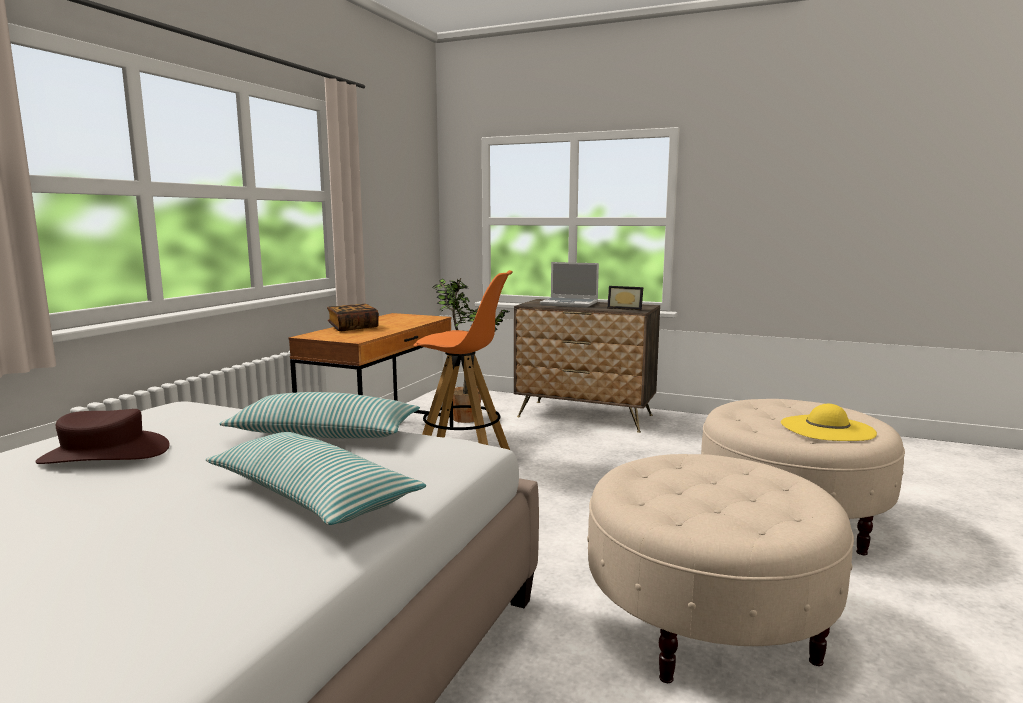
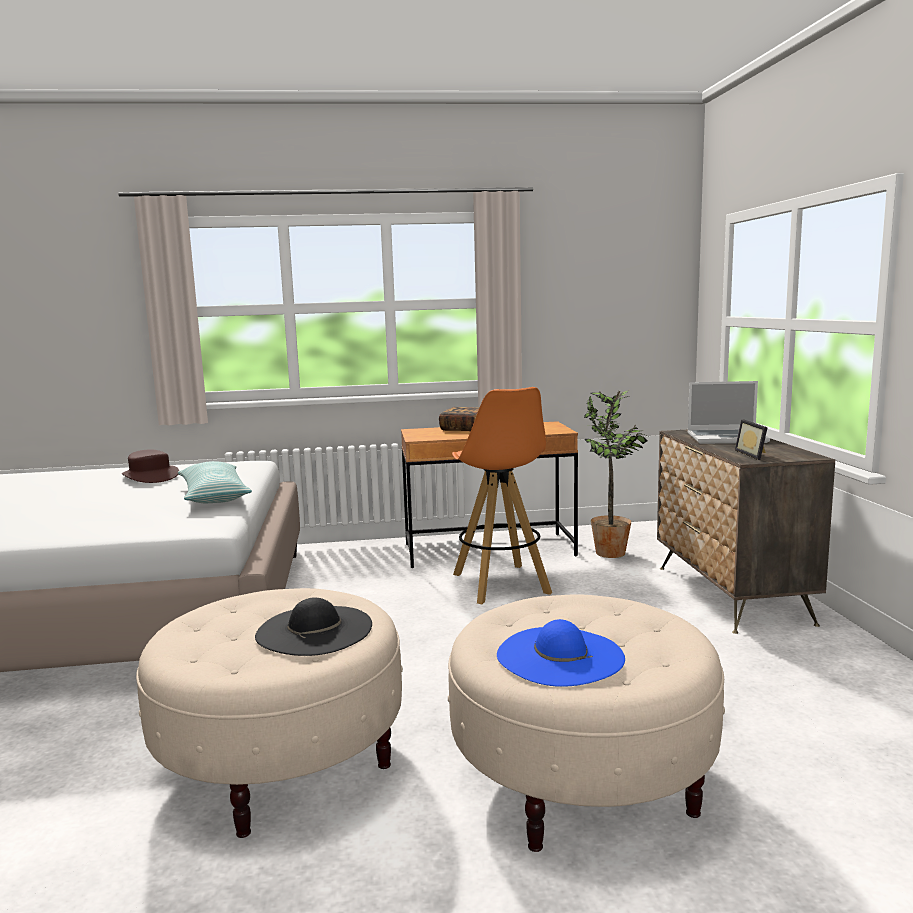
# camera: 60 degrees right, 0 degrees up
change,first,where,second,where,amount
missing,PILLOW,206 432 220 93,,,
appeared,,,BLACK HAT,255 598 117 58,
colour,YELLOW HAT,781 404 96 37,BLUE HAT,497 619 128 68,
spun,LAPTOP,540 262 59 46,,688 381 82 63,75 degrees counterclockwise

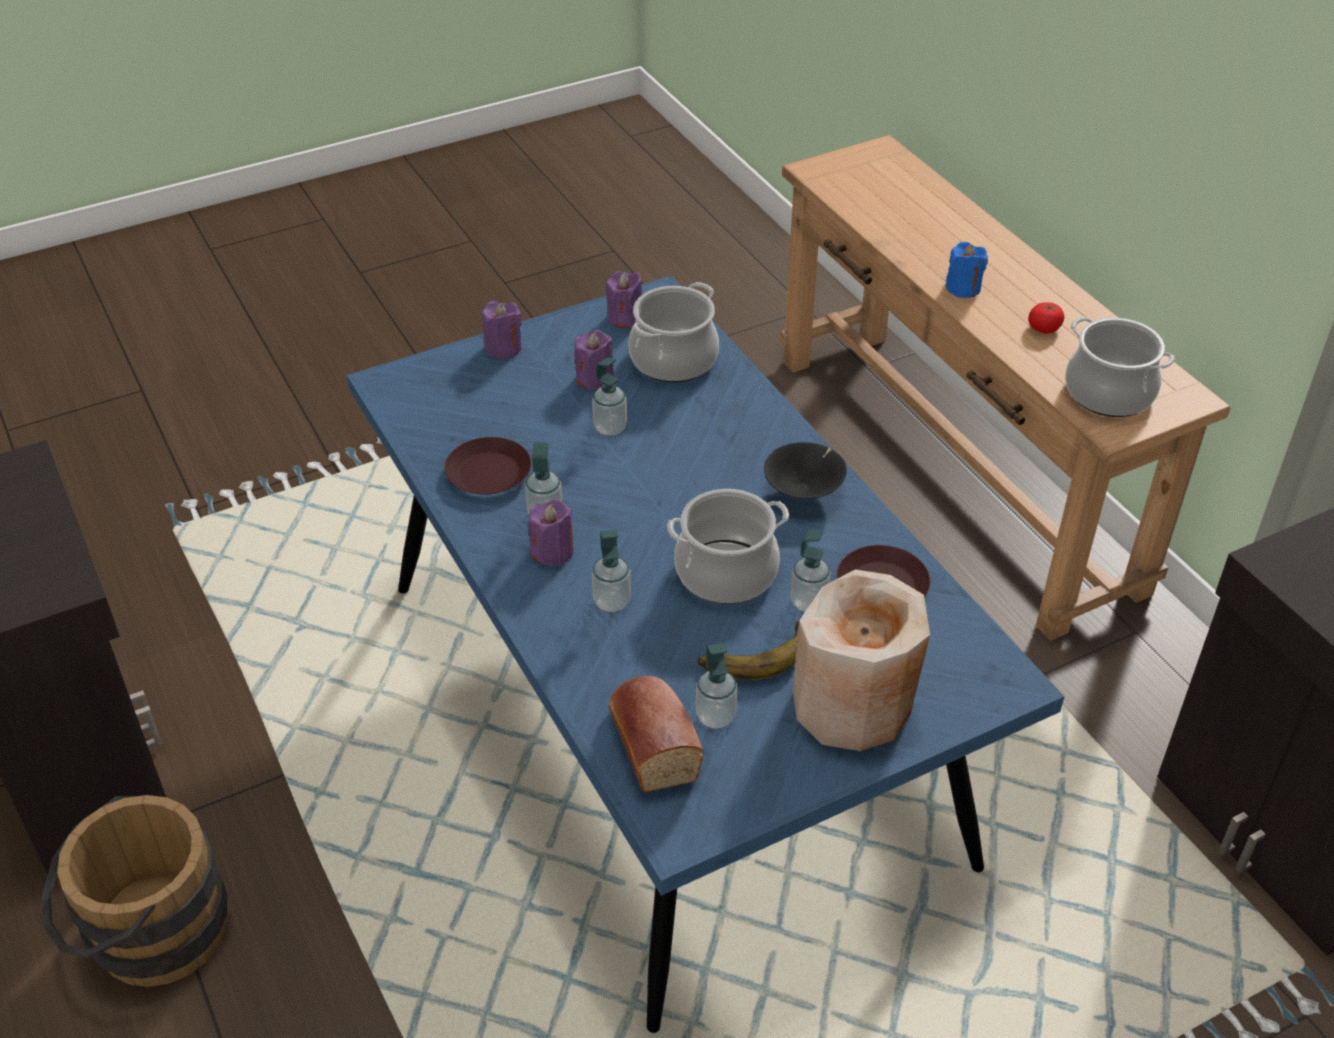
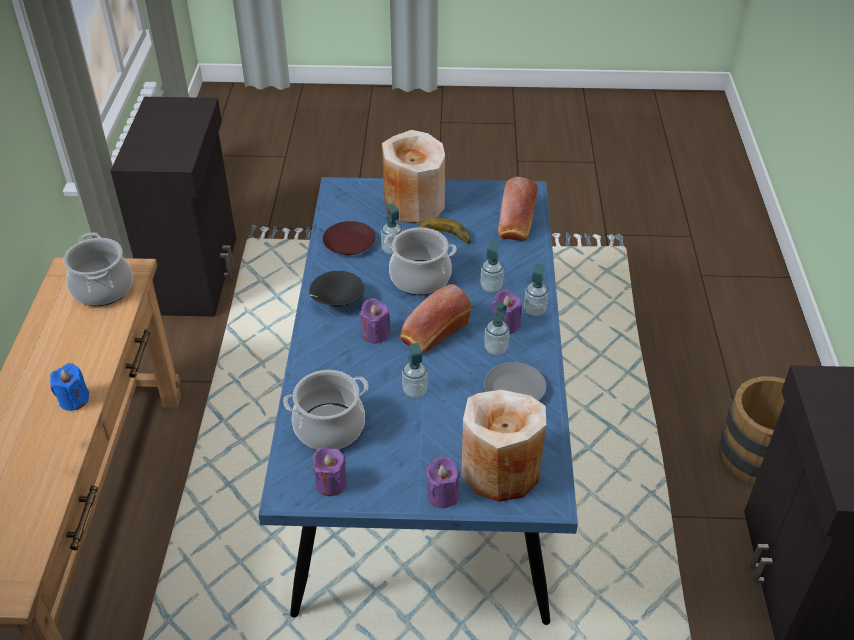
# camera: 150 degrees left, 0 degrees up
change,first,where,second,where,amount
missing,TOMATO,1028 302 36 32,,,
appeared,,,BREAD,400 284 72 70,
appeared,,,BEIGE VASE,461 390 85 112,
relocated,PURPLE CANDLE,574 330 40 60,,359 298 32 46,
relocated,SOAP DISPENSER,696 643 41 85,,524 263 25 53,
colour,BROWN PLATE,445 437 86 58,GREY PLATE,484 362 62 39,

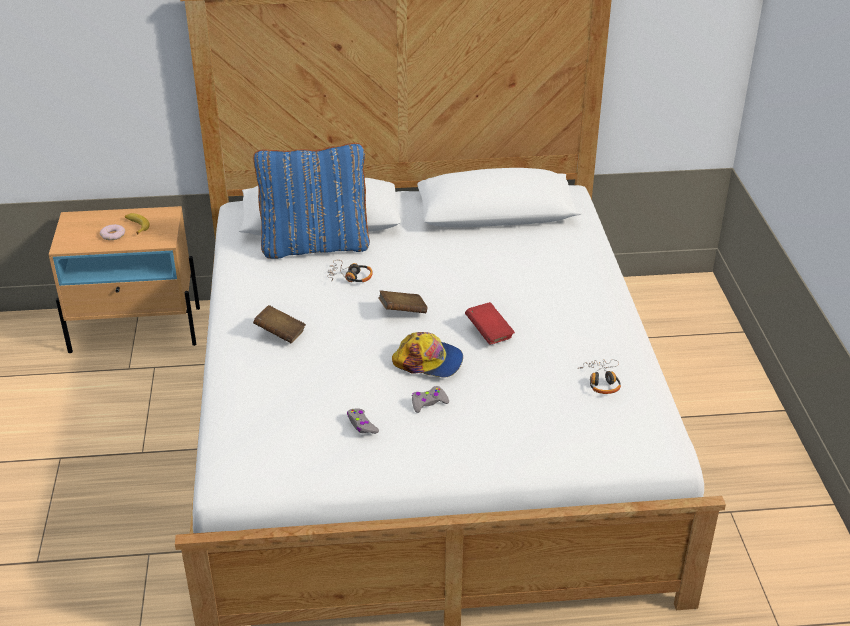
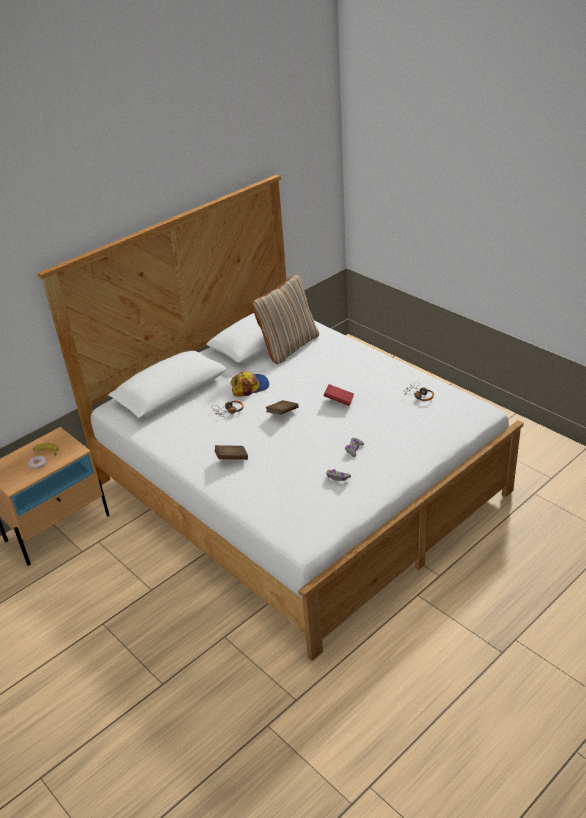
# camera: 35 degrees left, 0 degrees up
change,first,where,second,where,amount
missing,BLUE PILLOW,253 143 117 116,,,
appeared,,,BEIGE PILLOW,252 275 67 89,
relocated,CAP,392 332 71 45,,230 371 39 26,

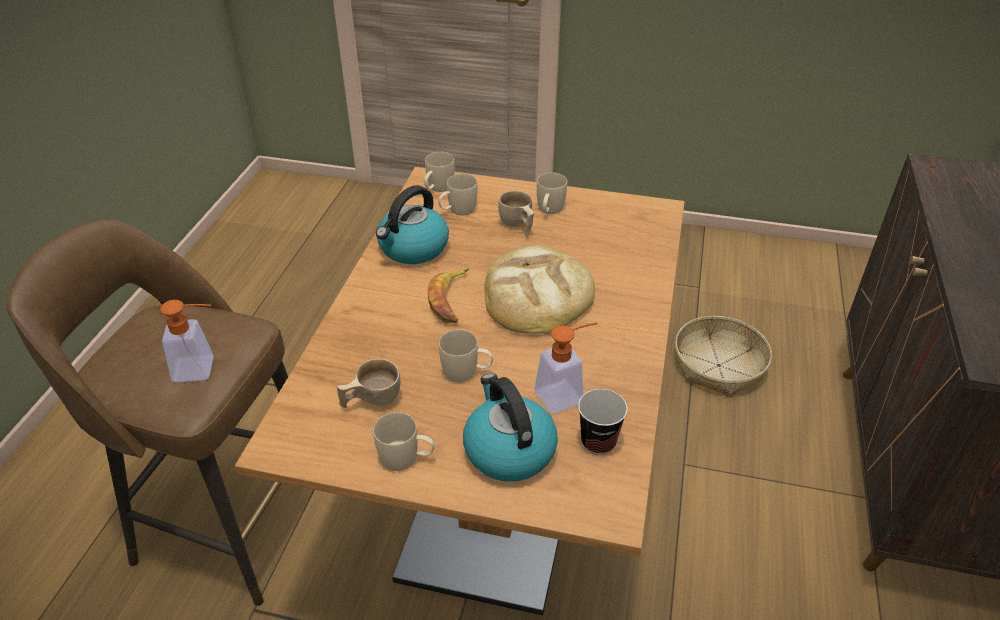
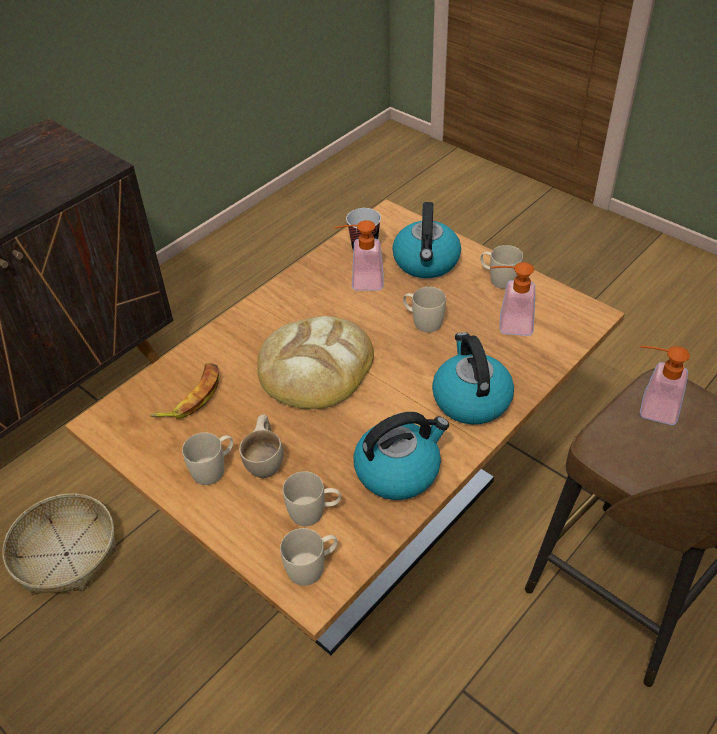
# camera: 150 degrees left, 5 degrees up
change,first,where,second,where,amount
appeared,,,KETTLE,432 332 82 93,
relocated,BANANA,428 268 41 55,,150 363 69 55,
exchanged,BEIGE CUP,337 359 63 49,SOAP DISPENSER,490 262 45 74,

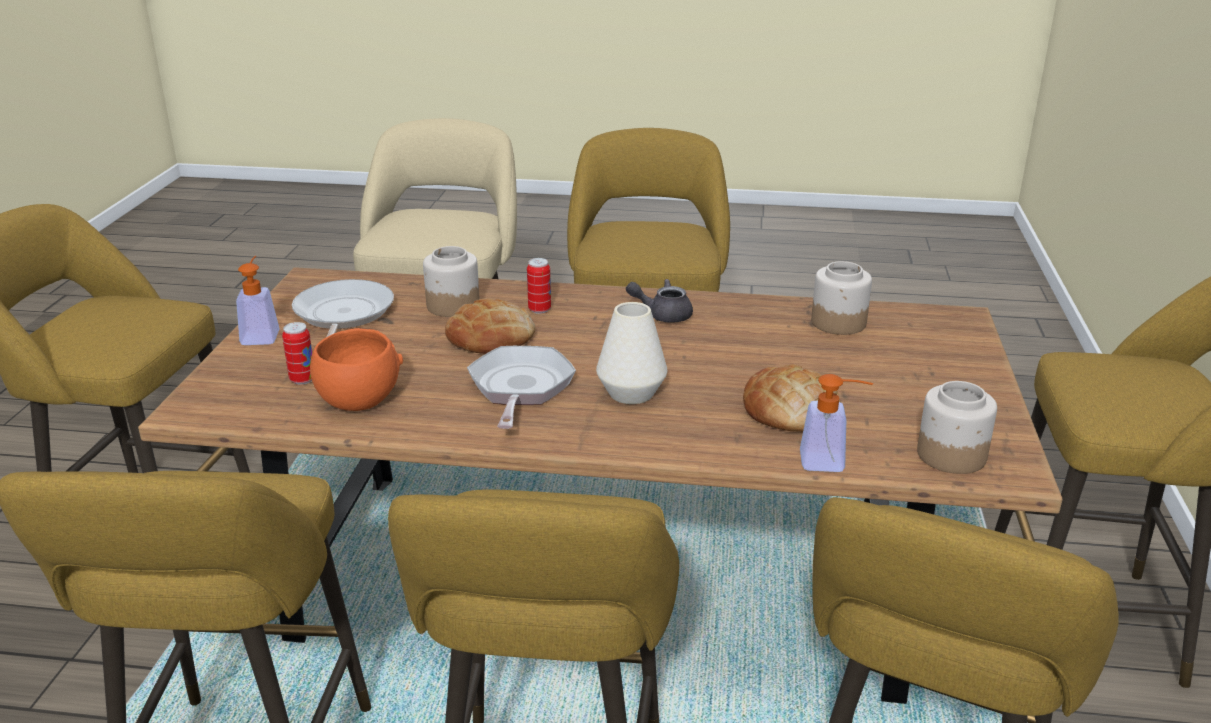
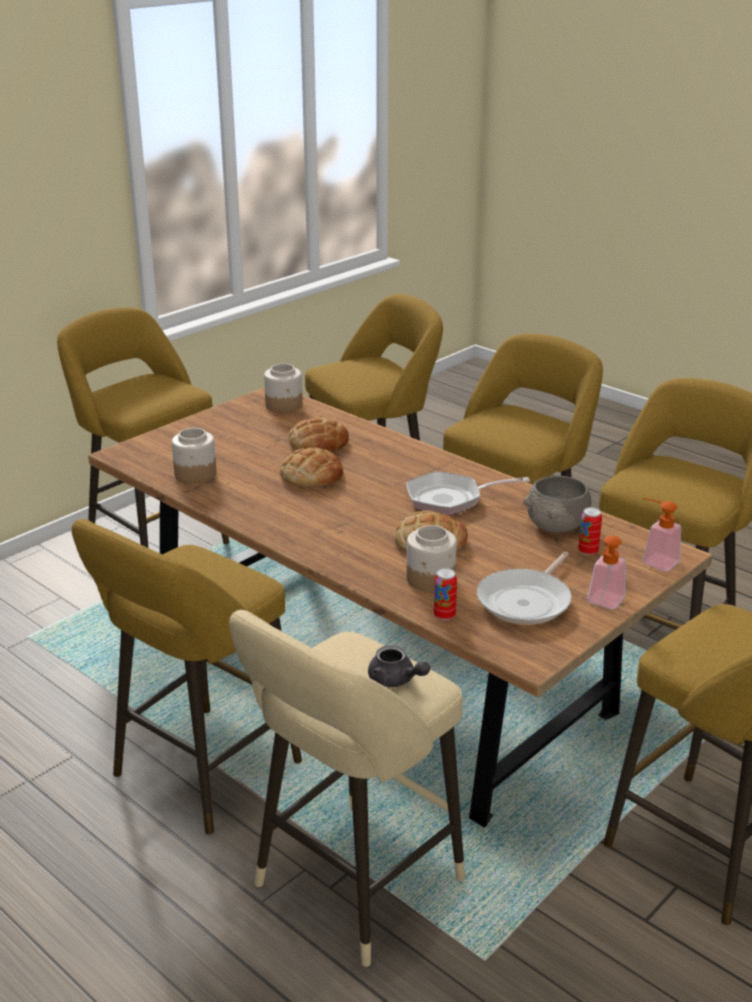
# camera: 145 degrees left, 0 degrees up
change,first,where,second,where,amount
missing,WHITE VASE,596 302 71 102,,,
appeared,,,BREAD,280 447 63 40,
relocated,CAN,527 258 24 56,,434 568 23 52,
relocated,GREY TEAPOT,626 279 67 44,,368 645 62 42,
relocated,SOAP DISPENSER,800 374 73 98,,643 498 38 73,
colour,ORANGE BOWL,310 328 93 83,GREY BOWL,523 476 69 57,
spun,FRYING PAN,467 346 109 83,,407 471 123 45,45 degrees clockwise

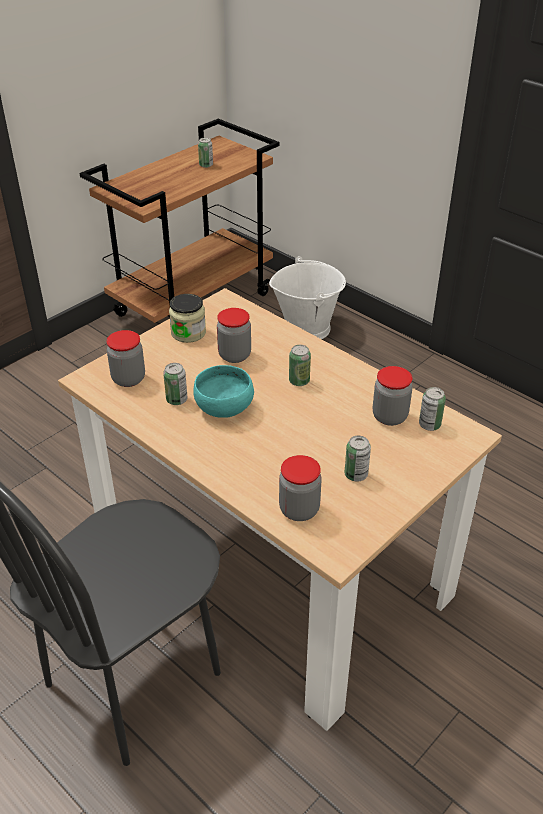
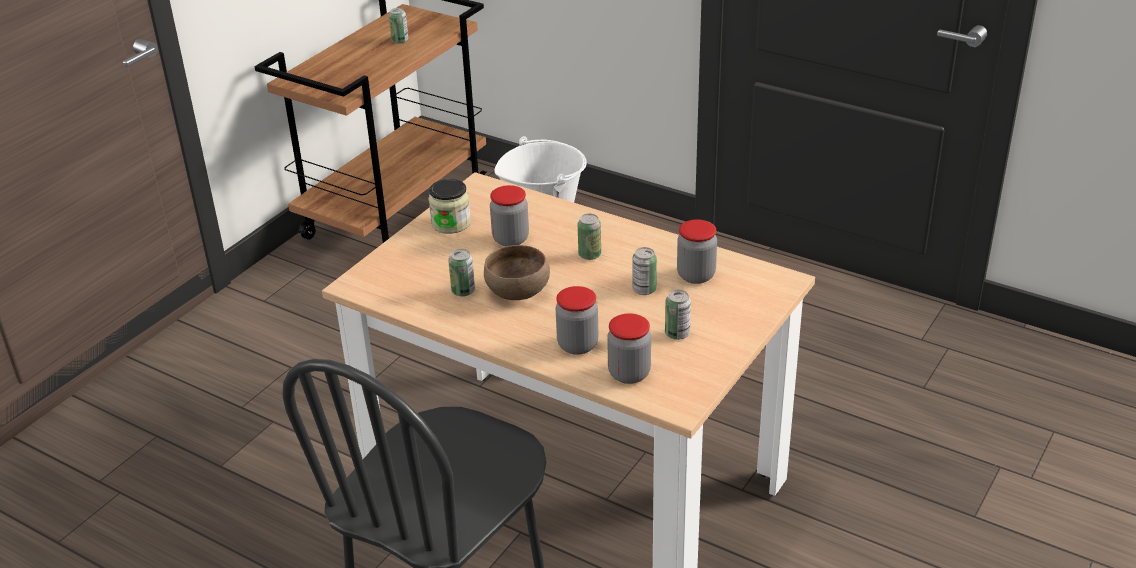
# camera: 10 degrees left, 5 degrees down
change,first,where,second,where,amount
relocated,JAR,107 330 38 57,,556 286 43 69,
relocated,CAN,419 387 27 44,,632 247 25 48,
colour,TURQUOISE BOWL,193 365 61 53,BROWN BOWL,484 245 66 55,

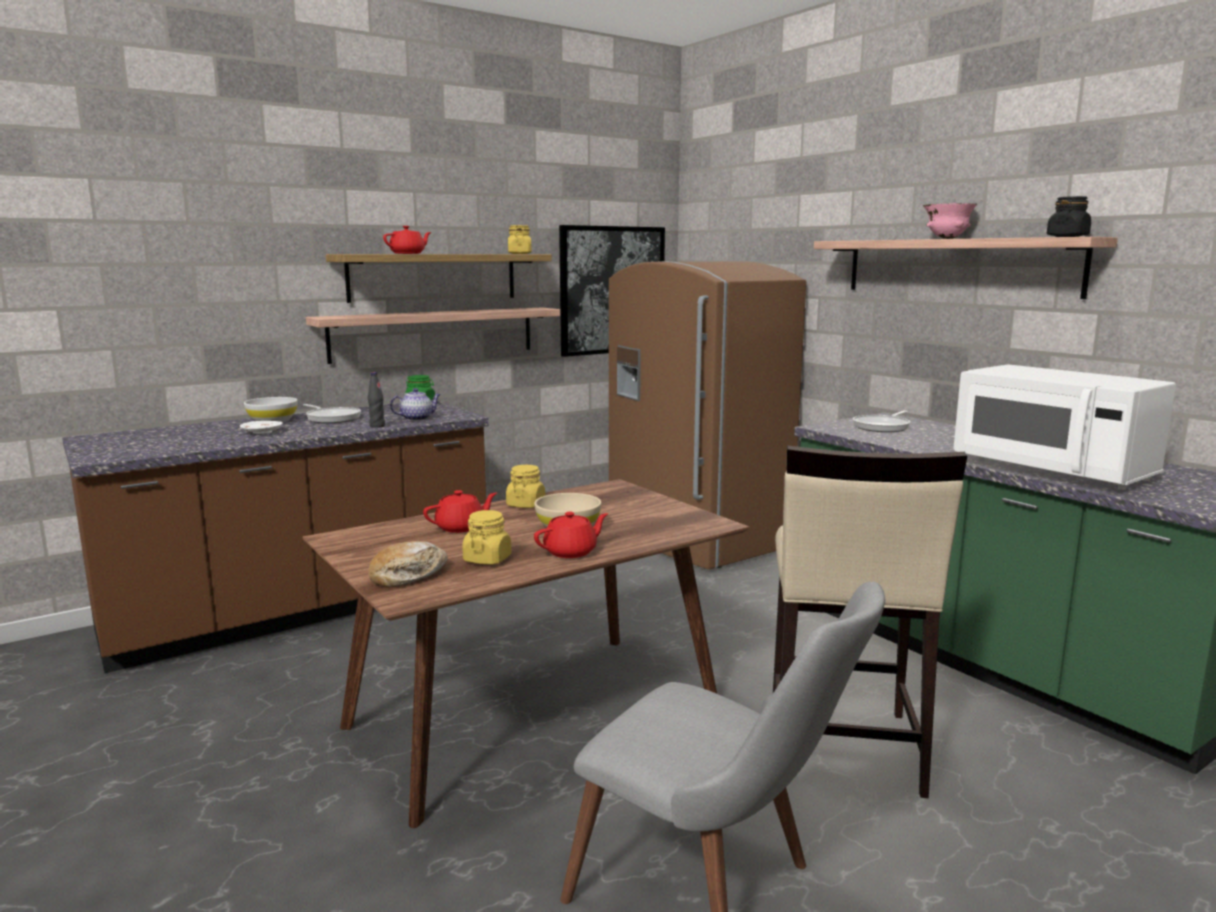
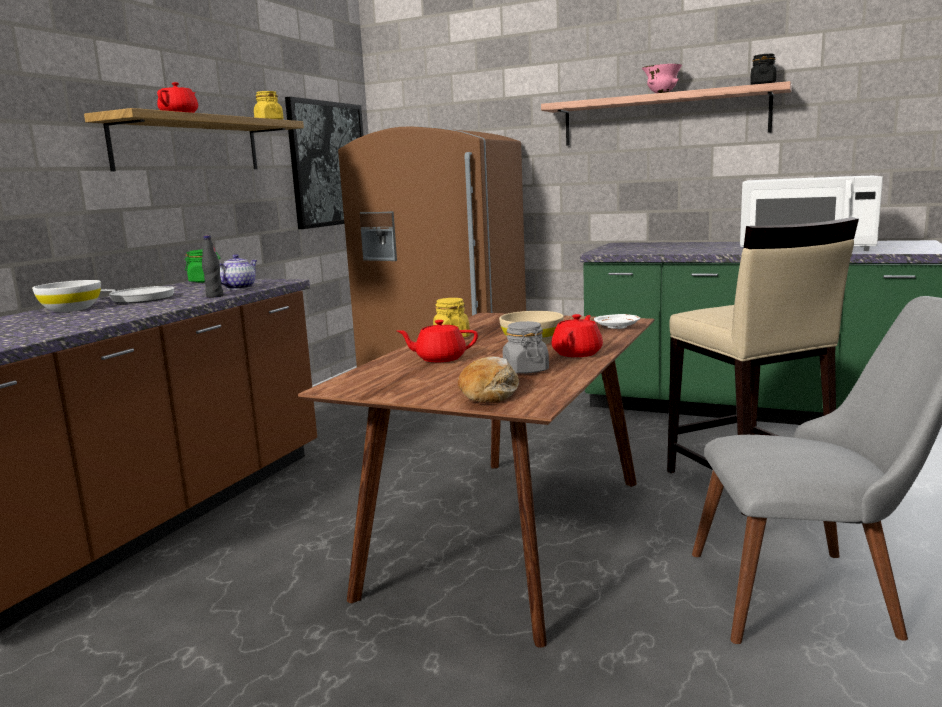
# camera: 30 degrees left, 0 degrees up
change,first,where,second,where,amount
missing,SHELF,306 307 254 57,,,
missing,FRYING PAN,853 411 57 21,,,
relocated,WHITE PLATE,240 421 43 13,,594 314 46 15,
colour,YELLOW JAR,462 510 49 55,GREY JAR,503 321 46 53,
spun,RED TEAPOT,423 490 74 43,,397 320 81 42,120 degrees counterclockwise

